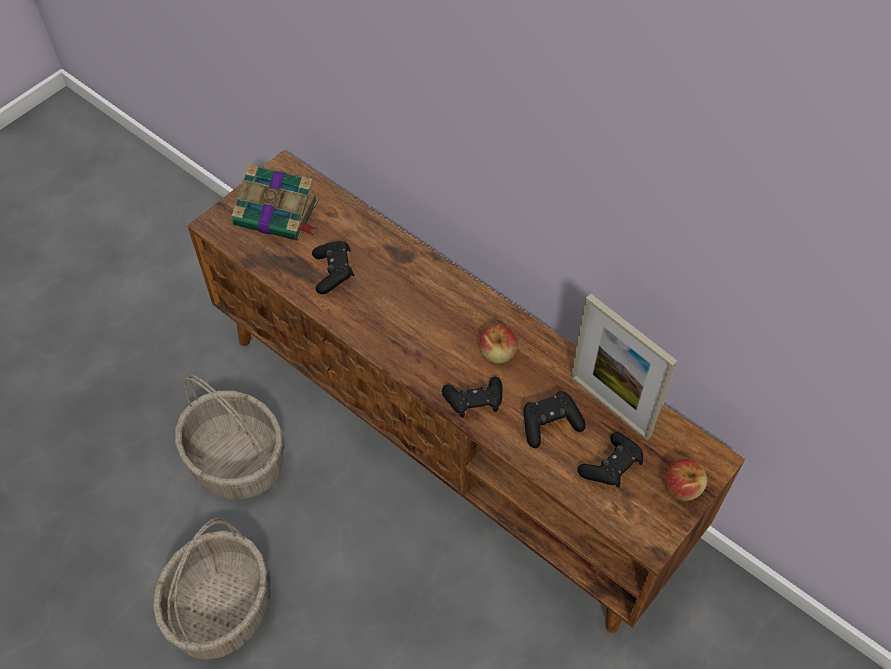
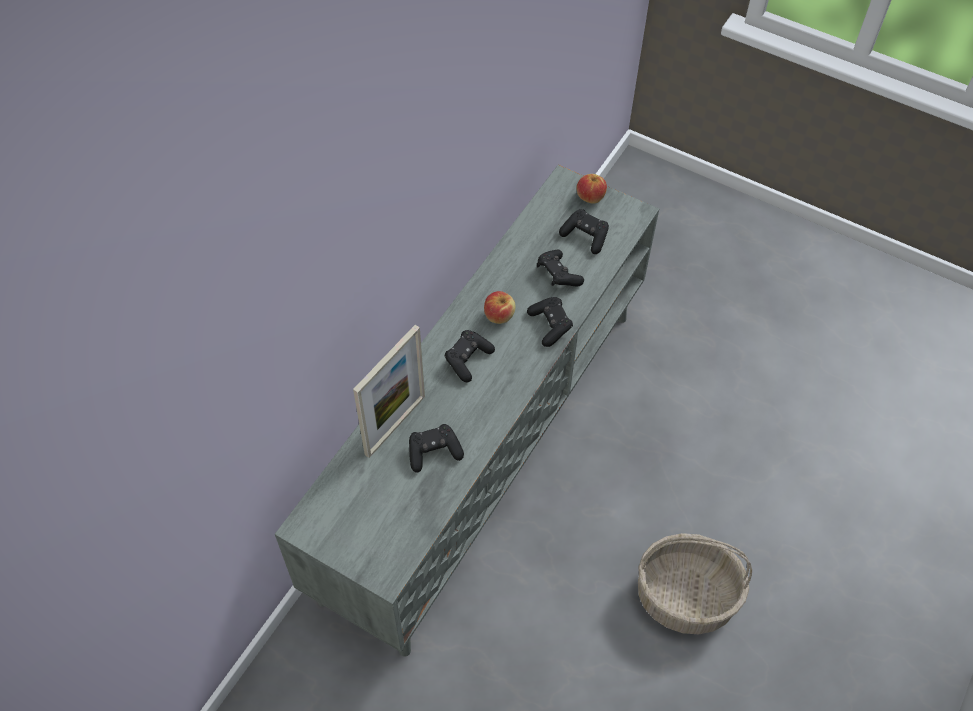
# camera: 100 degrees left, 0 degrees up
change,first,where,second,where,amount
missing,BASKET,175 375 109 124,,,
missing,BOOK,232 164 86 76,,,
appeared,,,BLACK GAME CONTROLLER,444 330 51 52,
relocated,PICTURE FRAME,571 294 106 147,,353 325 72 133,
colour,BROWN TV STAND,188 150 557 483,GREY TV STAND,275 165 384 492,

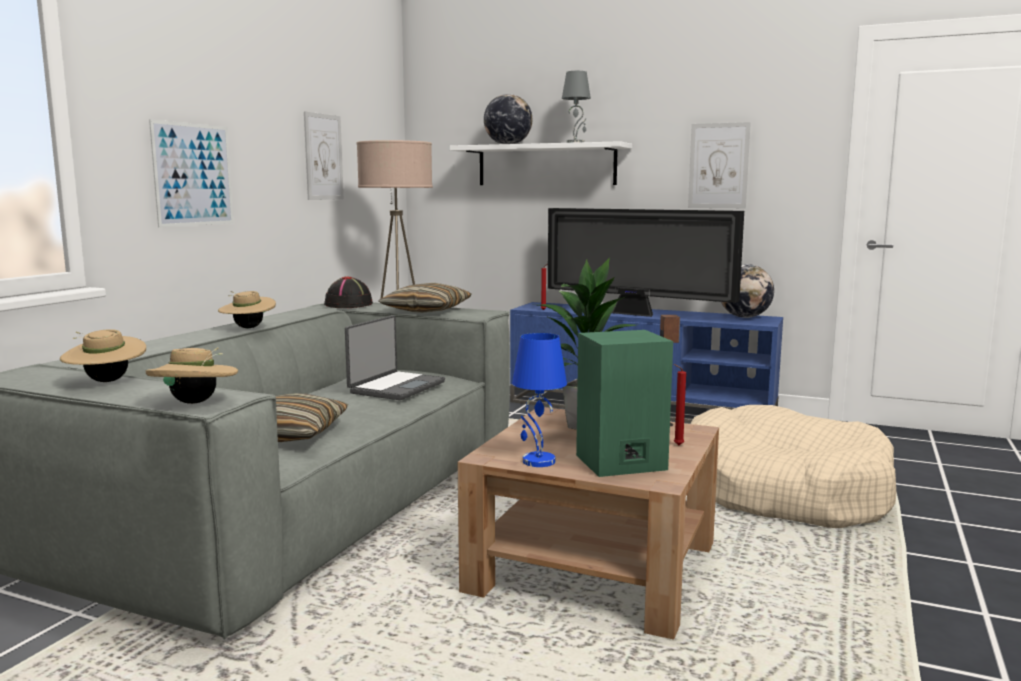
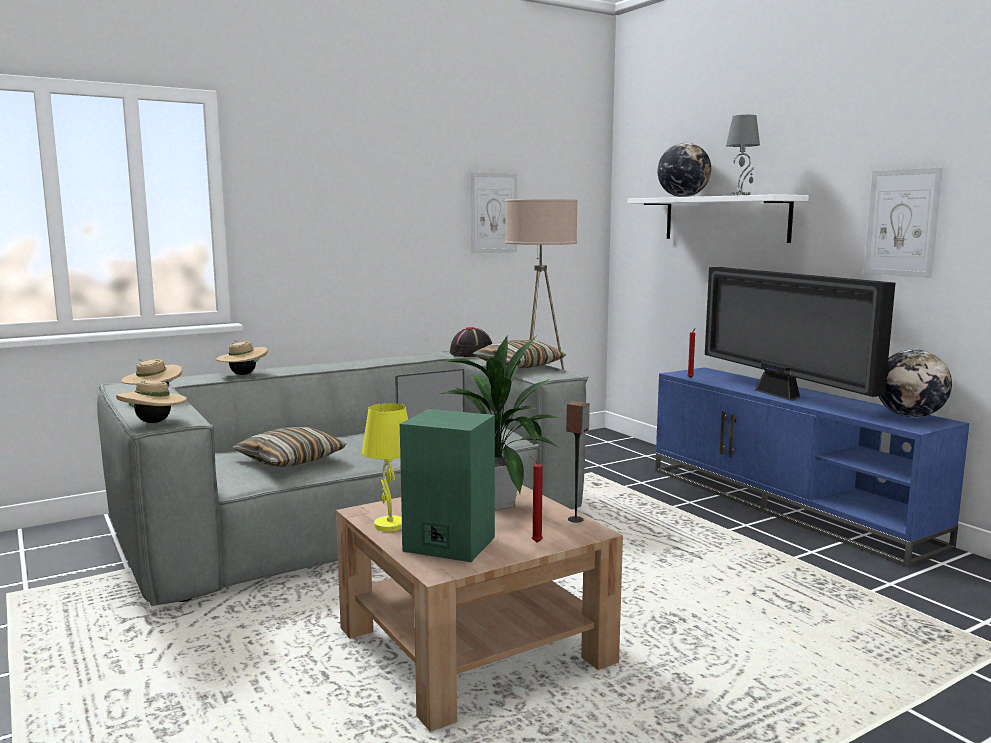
# camera: 35 degrees right, 0 degrees up
change,first,where,second,where,amount
missing,PICTURE,149 119 85 108,,,
missing,BEIGE DOG BED,690 405 206 123,,,
relocated,BEIGE HAT,218 291 58 37,,216 340 52 35,
colour,BLUE TABLE LAMP,512 333 55 134,YELLOW TABLE LAMP,362 403 46 129,

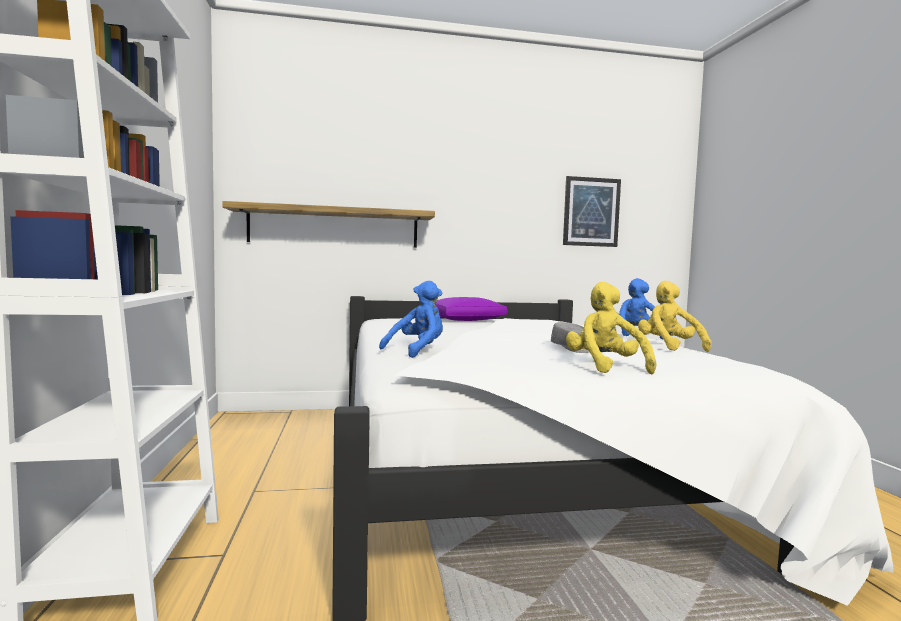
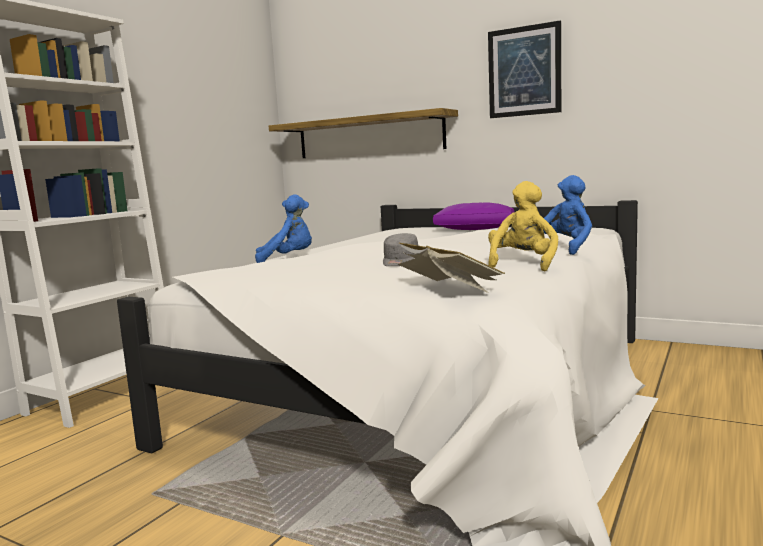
# camera: 40 degrees right, 5 degrees up
change,first,where,second,where,amount
missing,YELLOW PLUSH TOY,566 282 90 92,,,
appeared,,,BOOK,397 243 108 51,
relocated,PICTURE,563 176 58 71,,488 21 73 97,

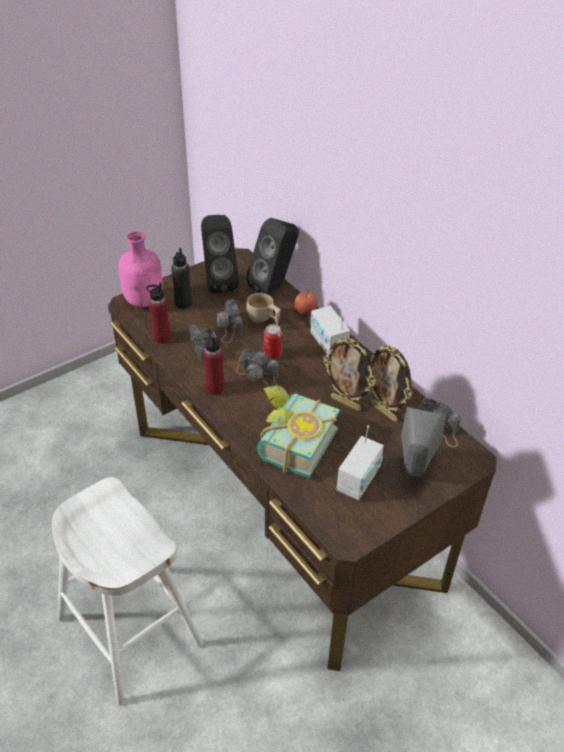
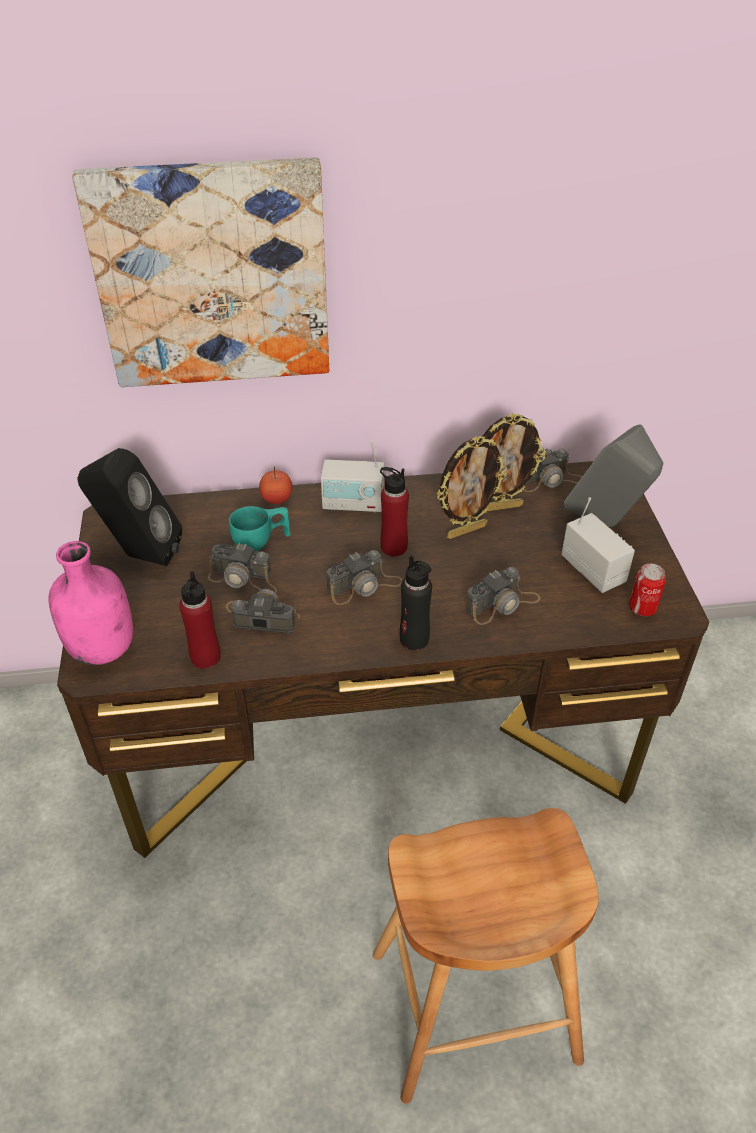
# camera: 60 degrees left, 0 degrees up
change,first,where,second,where,amount
missing,BLACK SPEAKER,246 218 53 76,,,
appeared,,,PICTURE,73 158 256 229,
relocated,BLACK BOTTLE,171 248 21 61,,400 555 32 95,
relocated,RED BOTTLE,203 329 22 66,,380 467 29 89,
relocated,CAN,264 324 18 35,,629 564 37 52,
exchanged,BOOK,257 385 83 93,PHOTO CAMERA,466 567 75 58,
colour,WHITE STOOL,52 477 151 228,BROWN STOOL,373 808 226 296,
colour,BEIGE CUP,246 293 34 32,TURQUOISE CUP,229 506 62 45,

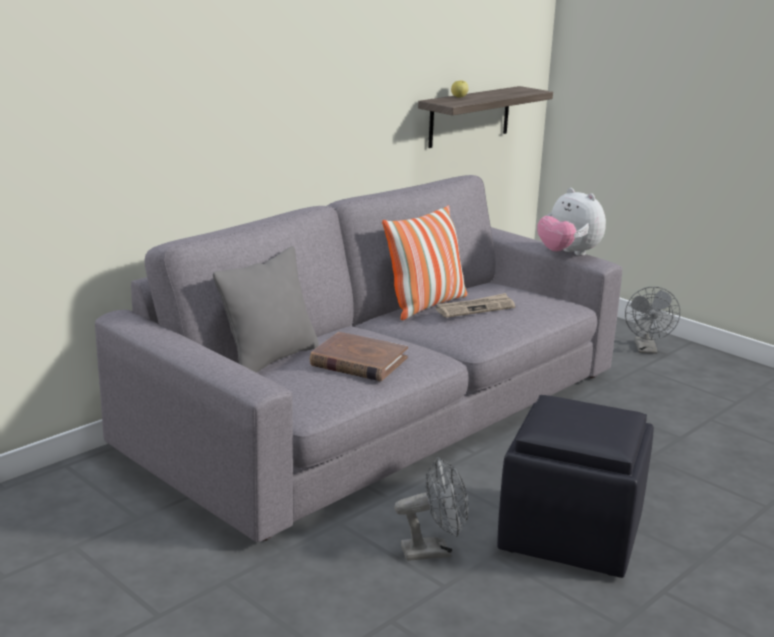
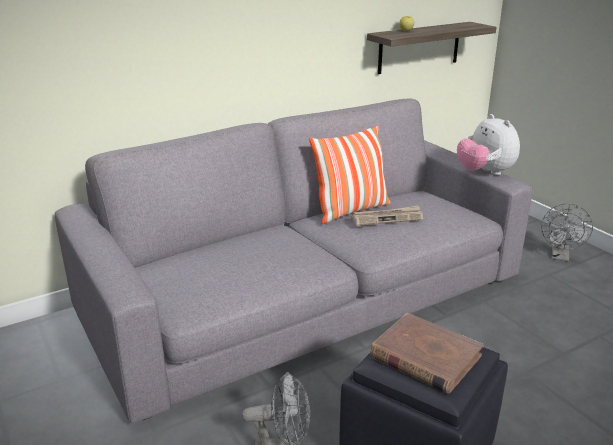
# camera: 15 degrees right, 5 degrees up
change,first,where,second,where,amount
missing,GREY PILLOW,213 246 106 127,,,
relocated,BROWN BOOK,310 332 98 49,,370 313 113 81,

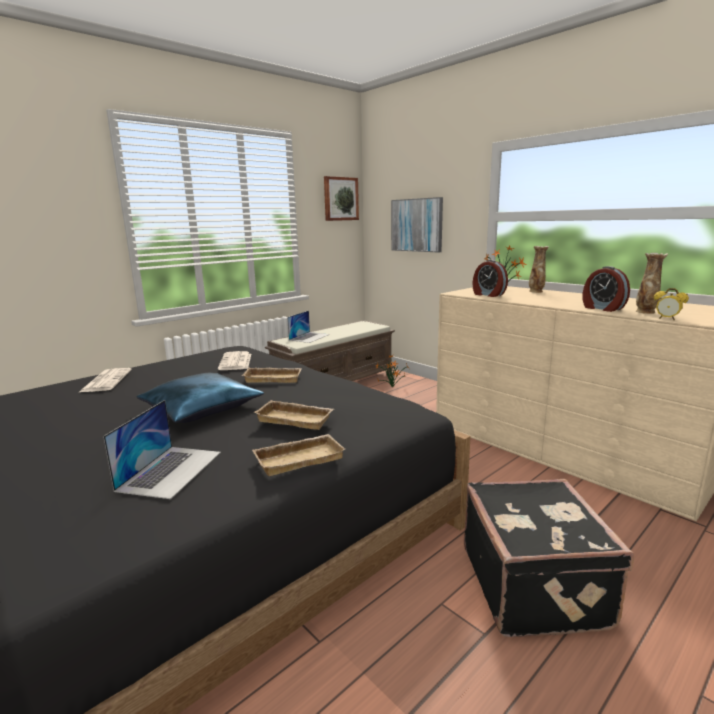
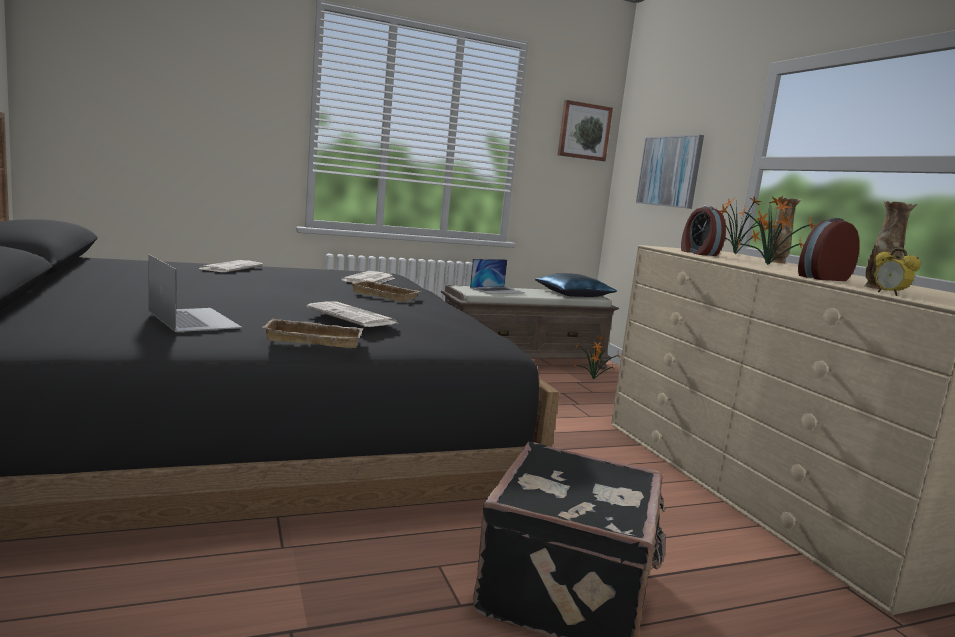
# camera: 20 degrees right, 5 degrees down
change,first,where,second,where,amount
appeared,,,POTTED PLANT,737 196 79 69,
relocated,BLUE PILLOW,136 373 128 50,,535 273 82 24,
exchanged,BEIGE TRAY,253 400 81 30,NEWSPAPER,306 302 91 25,
spun,LAPTOP,103 400 118 99,,149 254 93 78,75 degrees counterclockwise
spun,ALARM CLOCK,582 266 48 46,,798 218 62 63,75 degrees clockwise

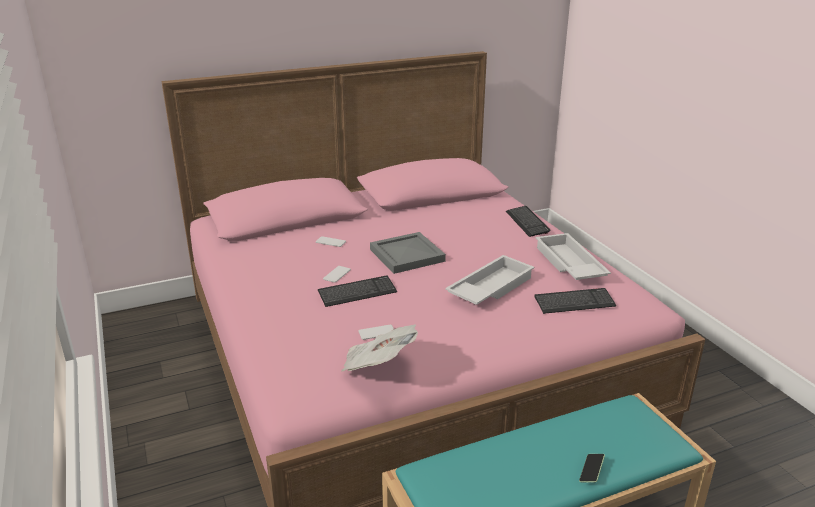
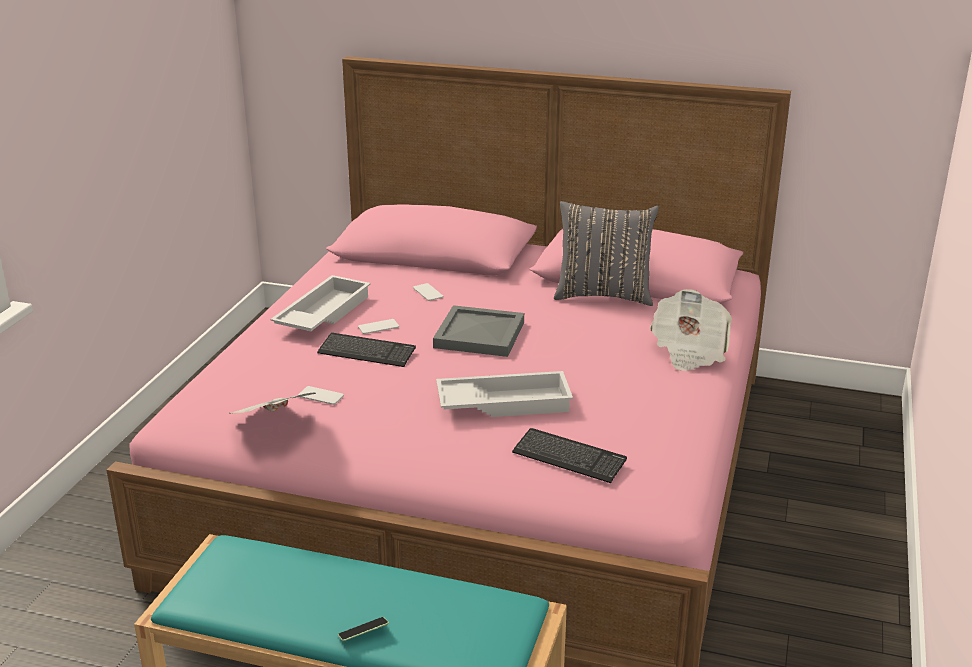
# camera: 40 degrees right, 0 degrees up
change,first,where,second,where,amount
appeared,,,GREY PILLOW,554 201 105 105,
relocated,WHITE TRAY,536 233 75 47,,270 275 101 56,
exchanged,KEYBOARD,506 206 44 31,NEWSPAPER,650 289 82 82,

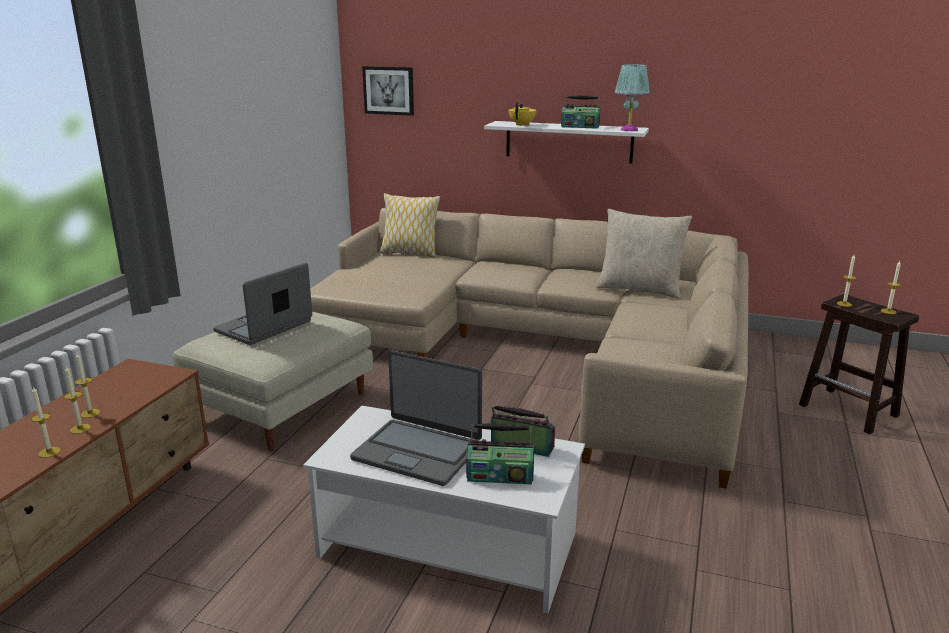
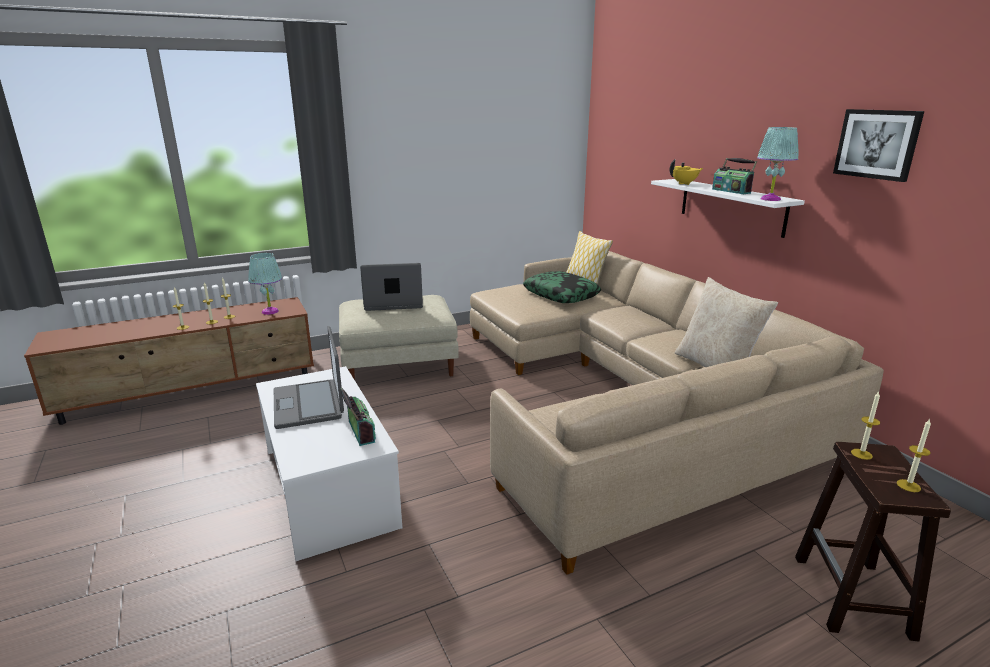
# camera: 45 degrees right, 0 degrees up
change,first,where,second,where,amount
missing,RADIO,466 423 68 62,,,
appeared,,,TURQUOISE TABLE LAMP,248 253 34 62,
appeared,,,PILLOW,523 271 78 32,
relocated,PICTURE,362 66 52 50,,833 109 91 73,

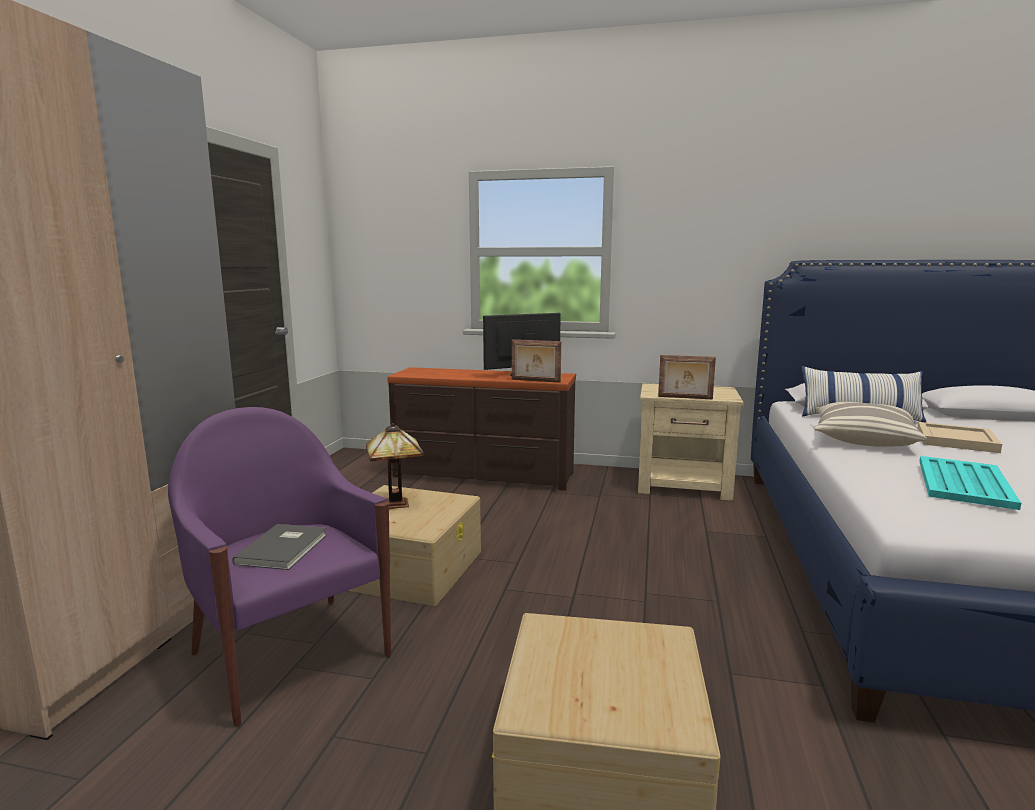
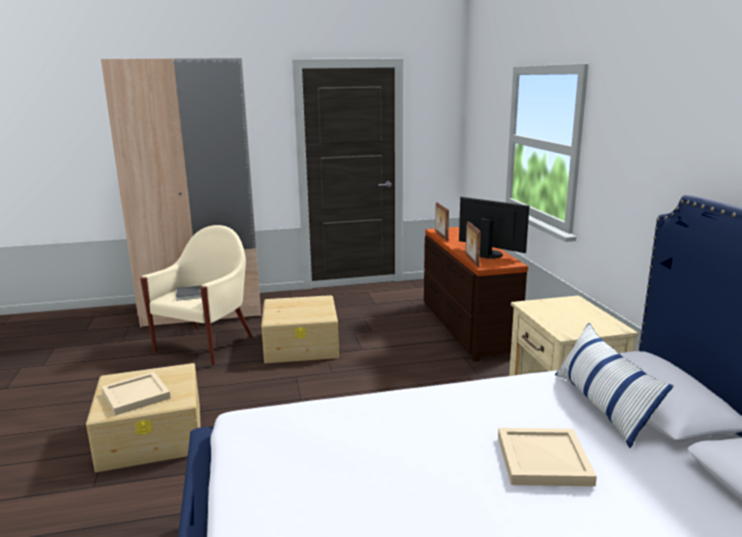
# camera: 65 degrees right, 5 degrees up
change,first,where,second,where,amount
missing,TABLE LAMP,366 423 58 86,,,
missing,PILLOW,815 402 112 45,,,
missing,TURQUOISE TRAY,919 456 102 54,,,
appeared,,,BEIGE TRAY,101 372 70 44,
relocated,PICTURE FRAME,658 355 58 44,,435 202 14 39,
colour,PURPLE ARMCHAIR,168 407 223 320,BEIGE ARMCHAIR,140 225 113 141,

